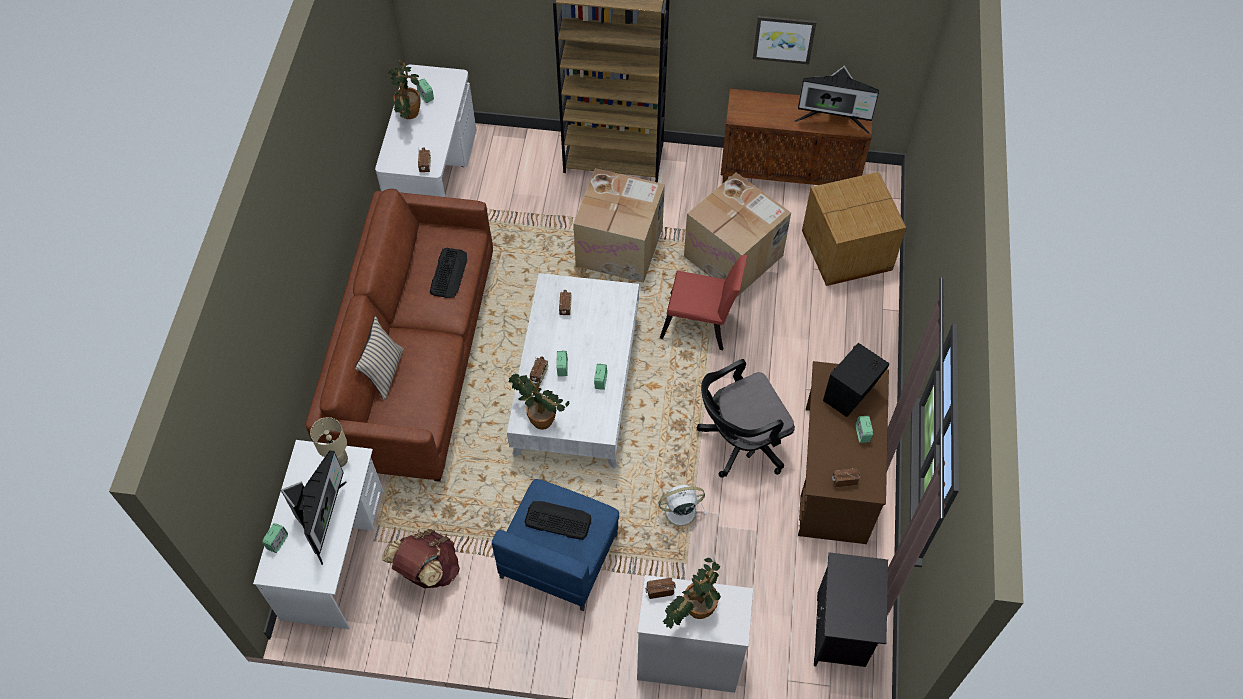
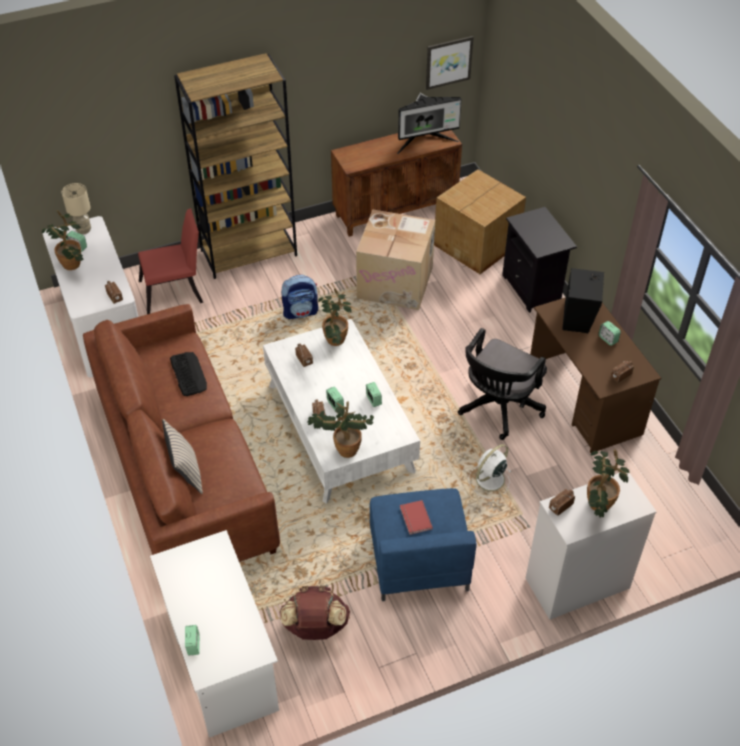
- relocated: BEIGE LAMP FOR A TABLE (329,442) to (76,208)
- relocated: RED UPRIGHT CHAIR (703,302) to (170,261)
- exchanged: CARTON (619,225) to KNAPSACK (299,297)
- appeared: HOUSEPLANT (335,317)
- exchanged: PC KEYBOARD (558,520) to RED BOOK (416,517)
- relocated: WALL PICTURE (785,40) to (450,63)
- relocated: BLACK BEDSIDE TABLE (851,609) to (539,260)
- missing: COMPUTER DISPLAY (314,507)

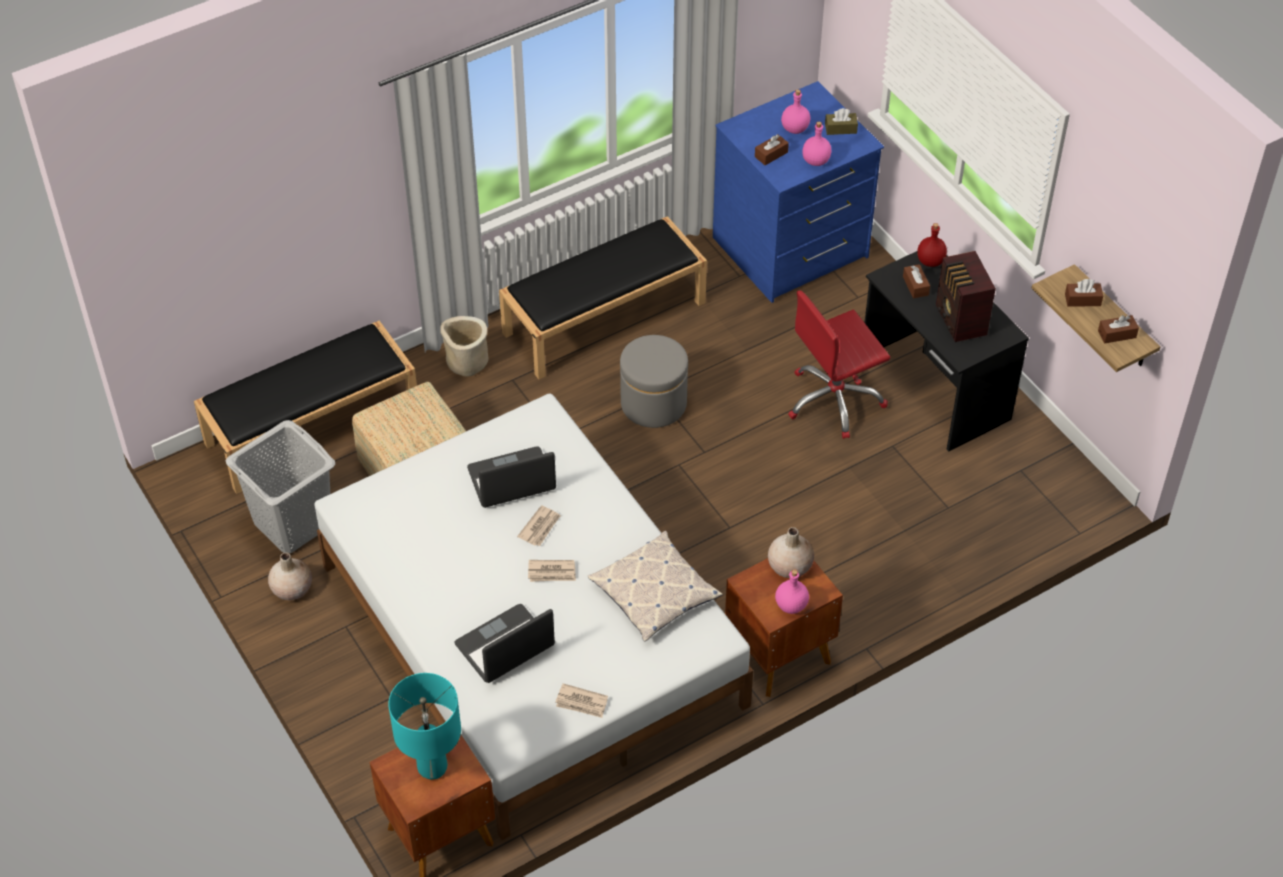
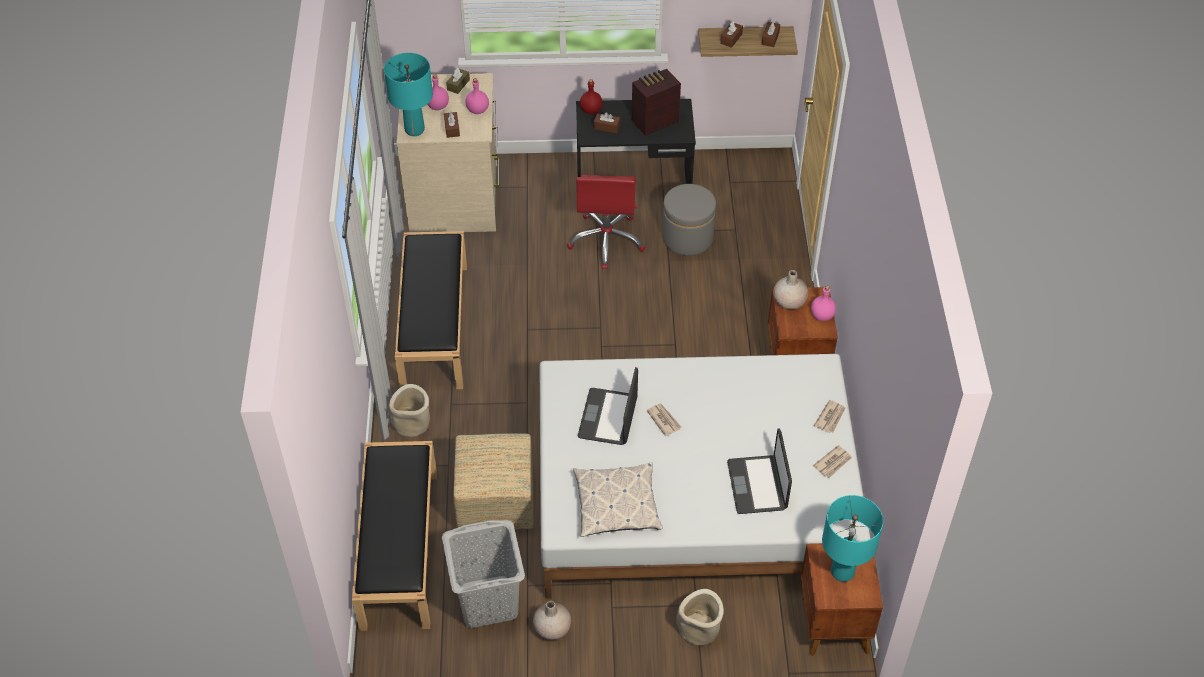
- appeared: BLUE-GREEN LAMP FOR A TABLE (408,94)
- colour: BLUE CHEST OF DRAWERS (798,192) to BEIGE CHEST OF DRAWERS (448,152)
- relocated: THROW PILLOW (655,586) to (617,499)
- spun: RADIO SET (966,296) = (656,102) 135 degrees clockwise
- relocated: GREY FOOTREST (654,381) to (689,220)
- appeared: BEIGE PLANTER (700,617)
- relocated: PRINTED PAPER (552,571) to (830,416)

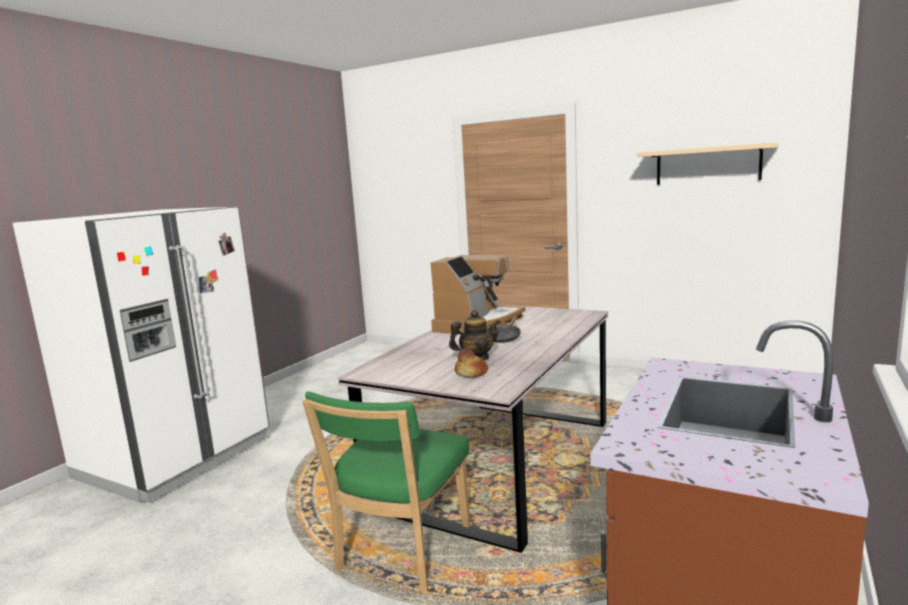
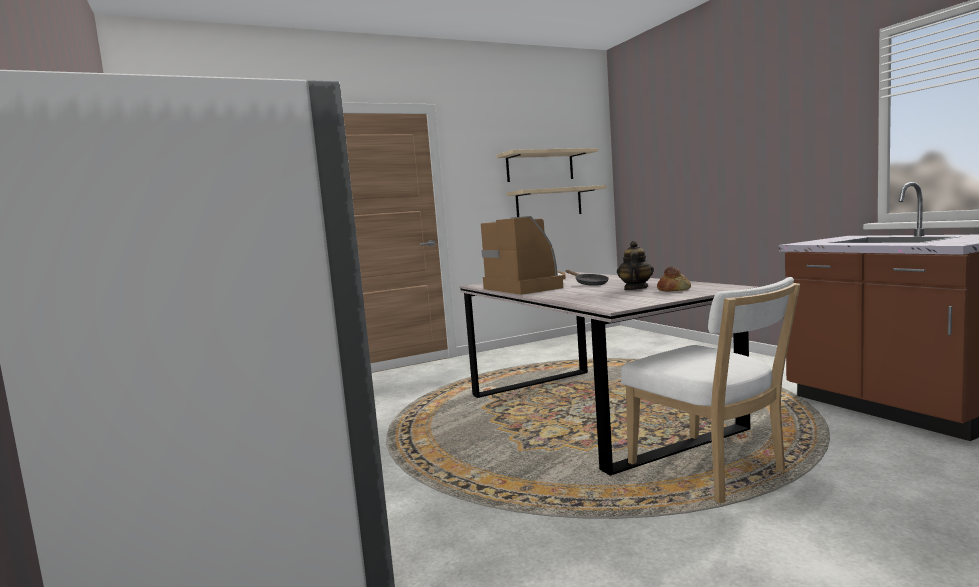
- appeared: BEIGE SHELF (556,201)
- colour: GREEN-COLOURED UPRIGHT CHAIR (386,492) to WHITE UPRIGHT CHAIR (710,390)

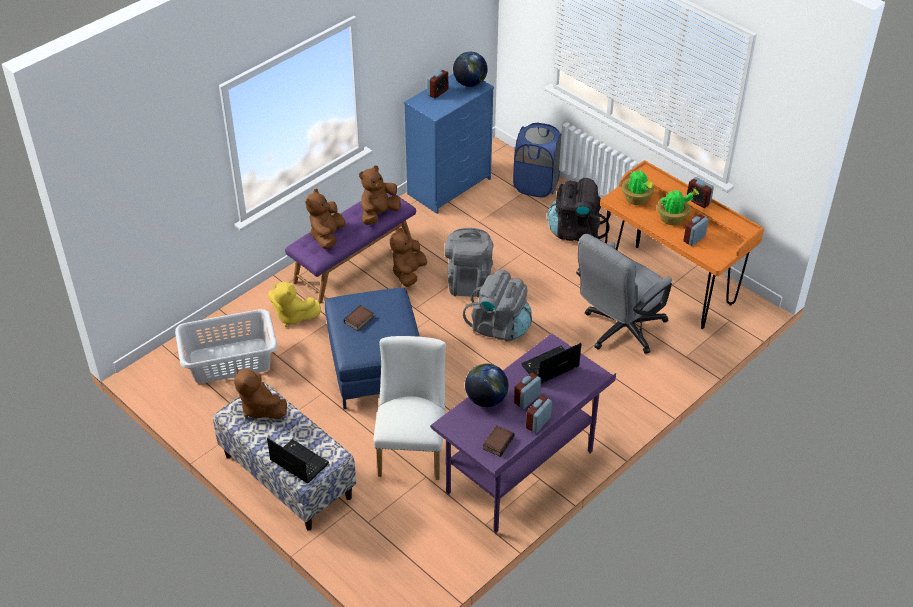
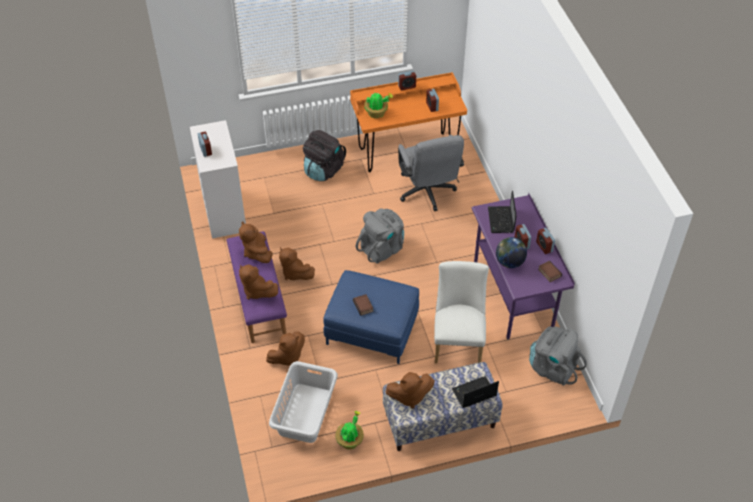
- colour: BLUE CHEST OF DRAWERS (449,143) to WHITE CHEST OF DRAWERS (218,179)
- colour: YELLOW CUDDLY TOY (295,304) to BROWN CUDDLY TOY (285,348)
- relocated: HOUSEPLANT (678,207) to (349,430)
- spun: WHITE UPRIGHT CHAIR (409,408) = (461,312) 60 degrees clockwise
- relocated: GREY KNAPSACK (469,262) to (558,356)
- missing: DESK GLOBE (470,69)
- missing: BLUE HAMPER (537,160)

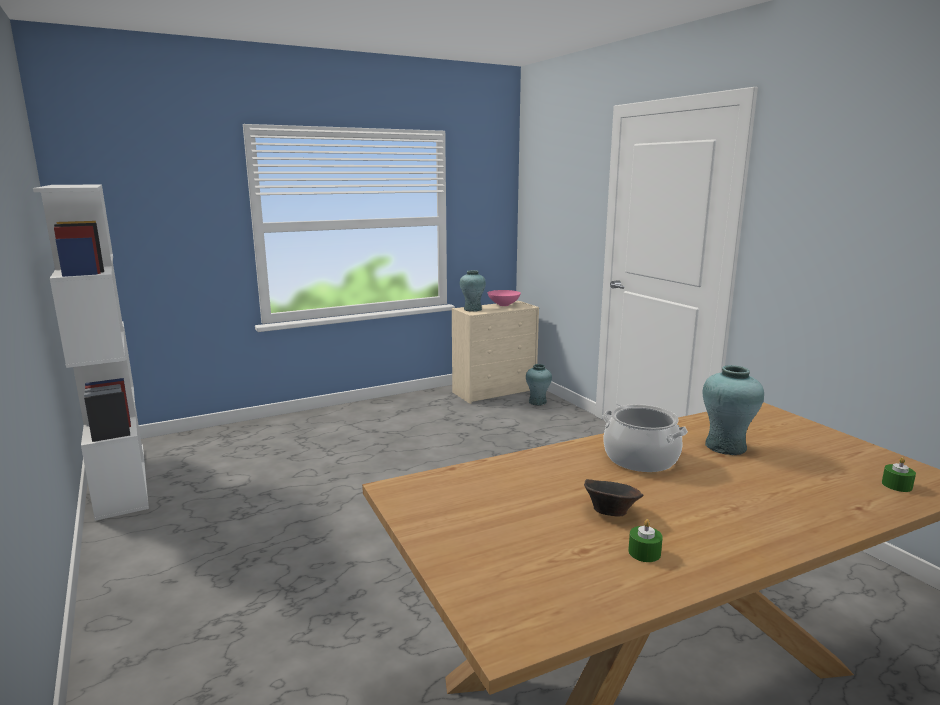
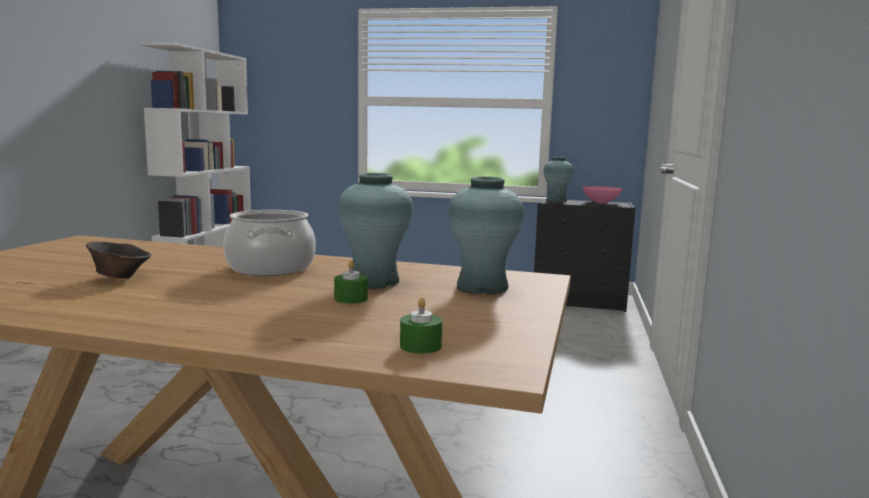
- relocated: GREEN-COLOURED CANDLE (645,540) to (351,282)
- relocated: BLUE-GREEN FLOWER VASE (539,384) to (486,235)
- colour: BEIGE CHEST OF DRAWERS (495,352) to BLACK CHEST OF DRAWERS (584,255)

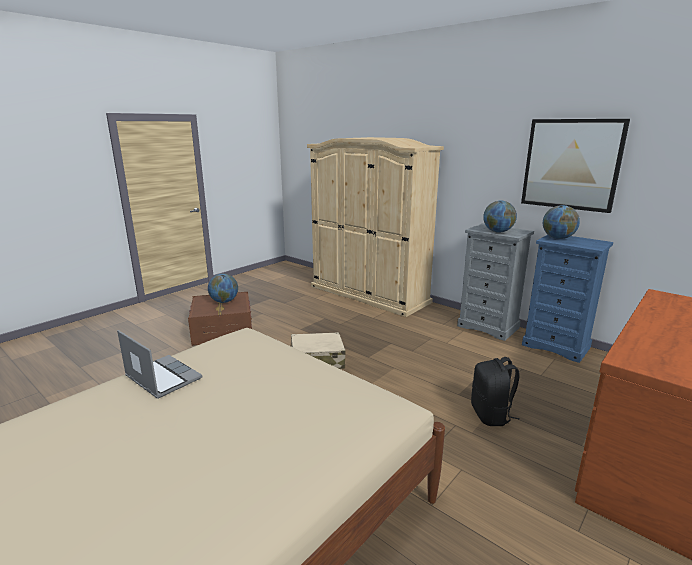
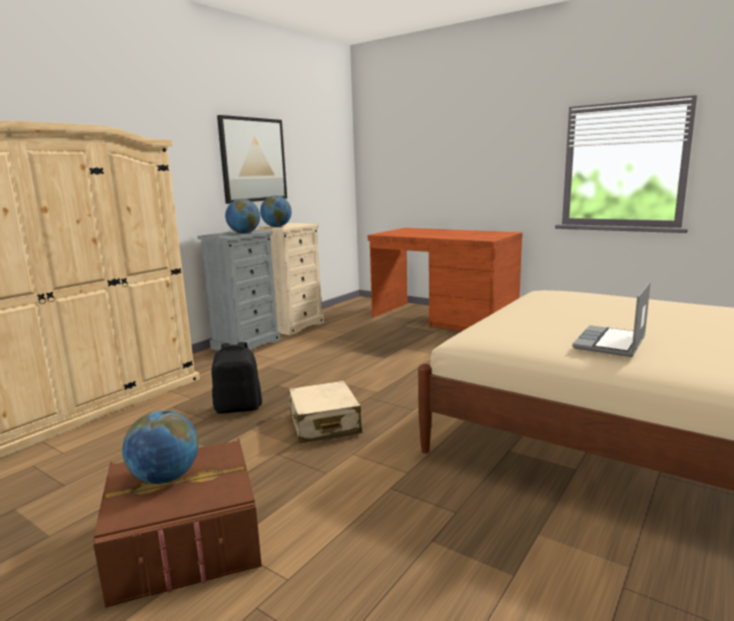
- relocated: BLACK KNAPSACK (495,391) to (237,378)
- colour: BLUE CHEST OF DRAWERS (567,299) to BEIGE CHEST OF DRAWERS (289,279)

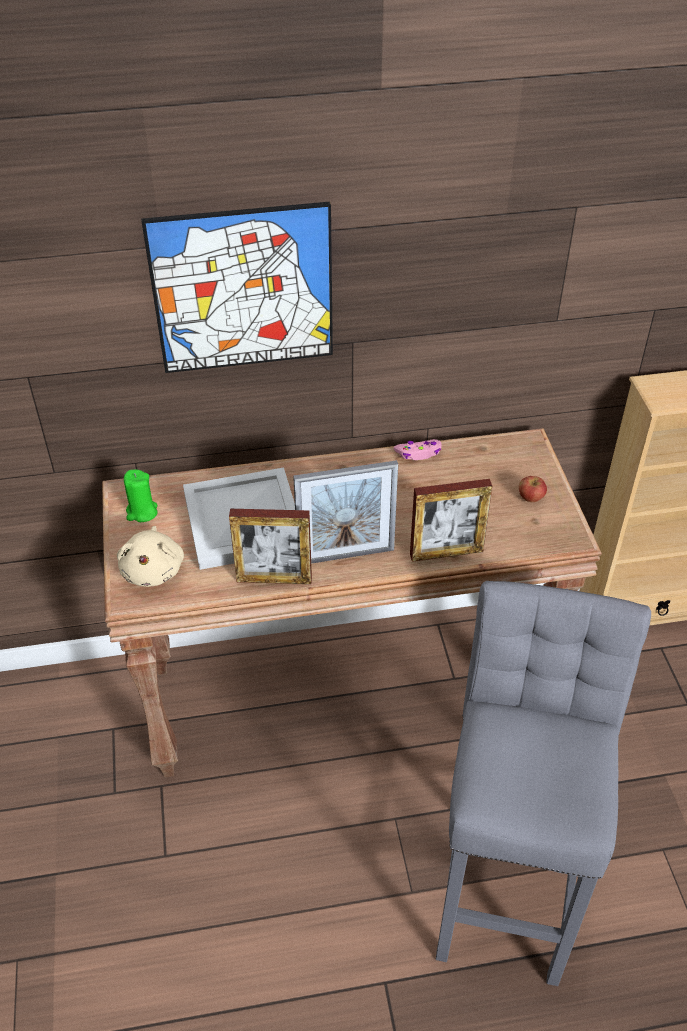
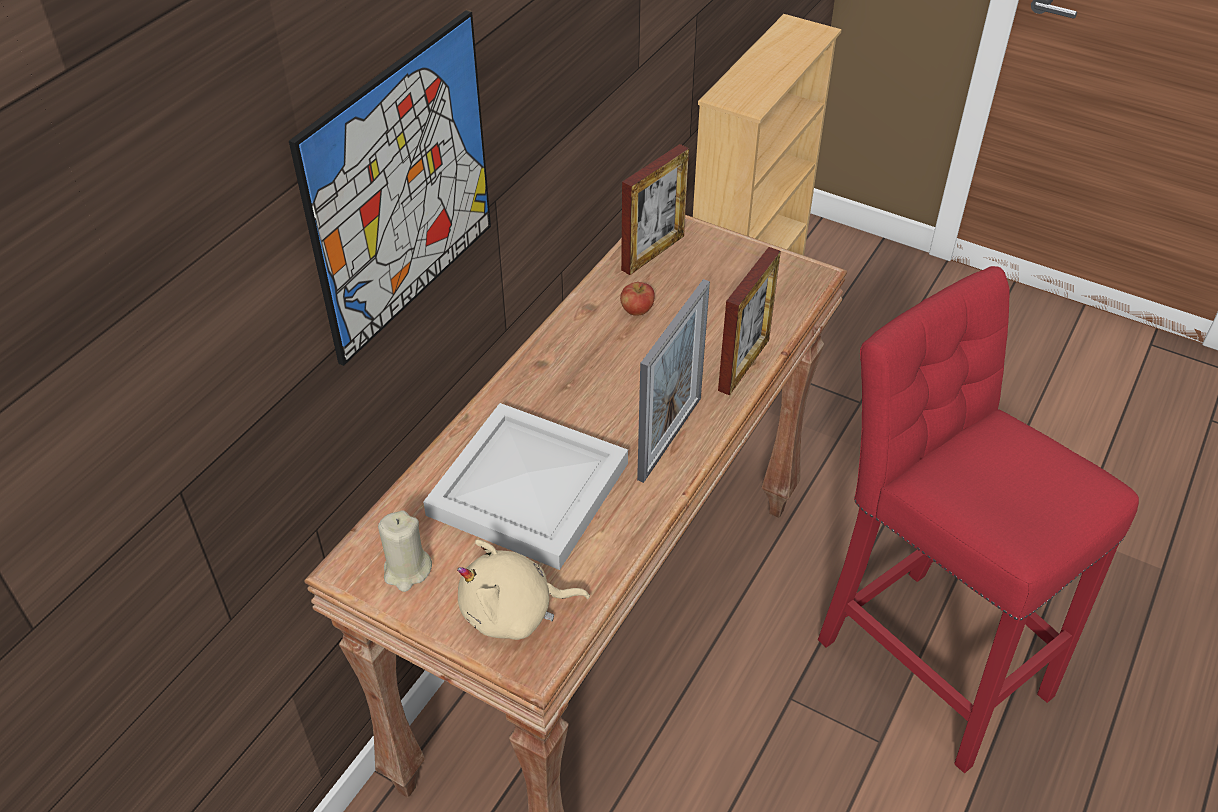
- colour: GREEN-COLOURED CANDLE (141,495) to BEIGE CANDLE (405,551)
- spun: BEIGE CUDDLY TOY (150,556) = (523,589) 135 degrees clockwise
- relocated: APPLE FRUIT (533,489) to (637,299)
- relocated: STANDING FRAME (270,546) to (655,209)
- colour: GREY STOOL (543,783) to RED STOOL (978,519)
- missing: PINK-COLOURED GAMEPAD (418,449)

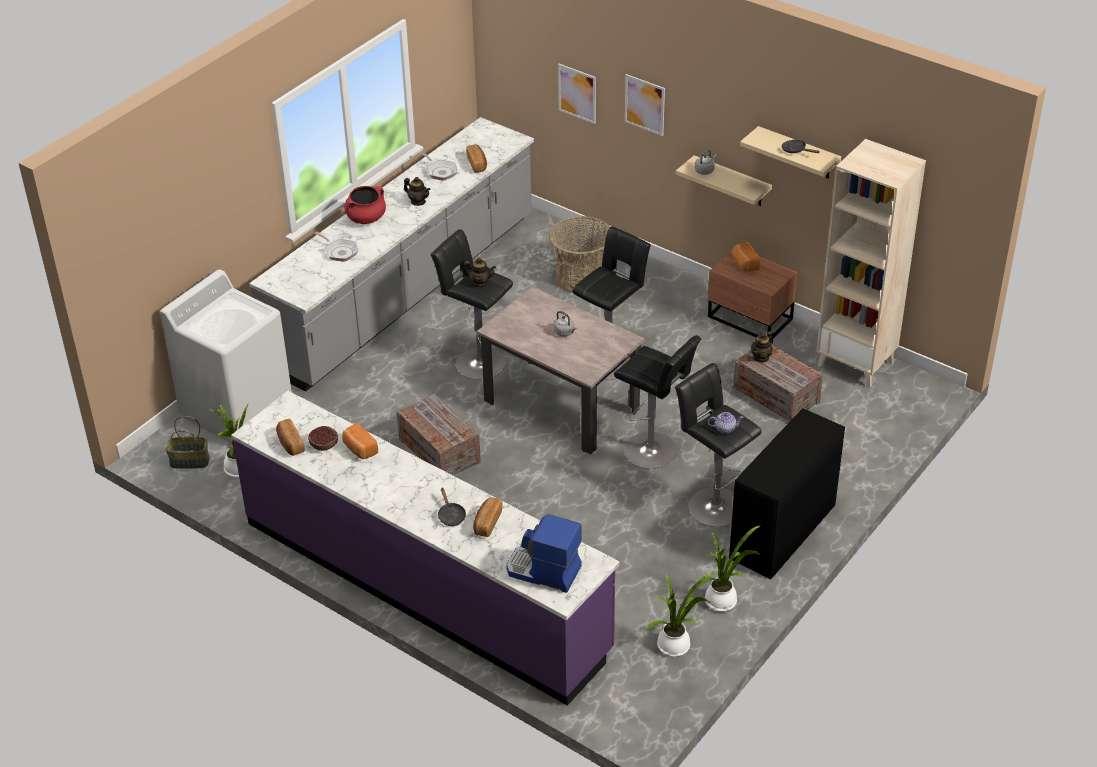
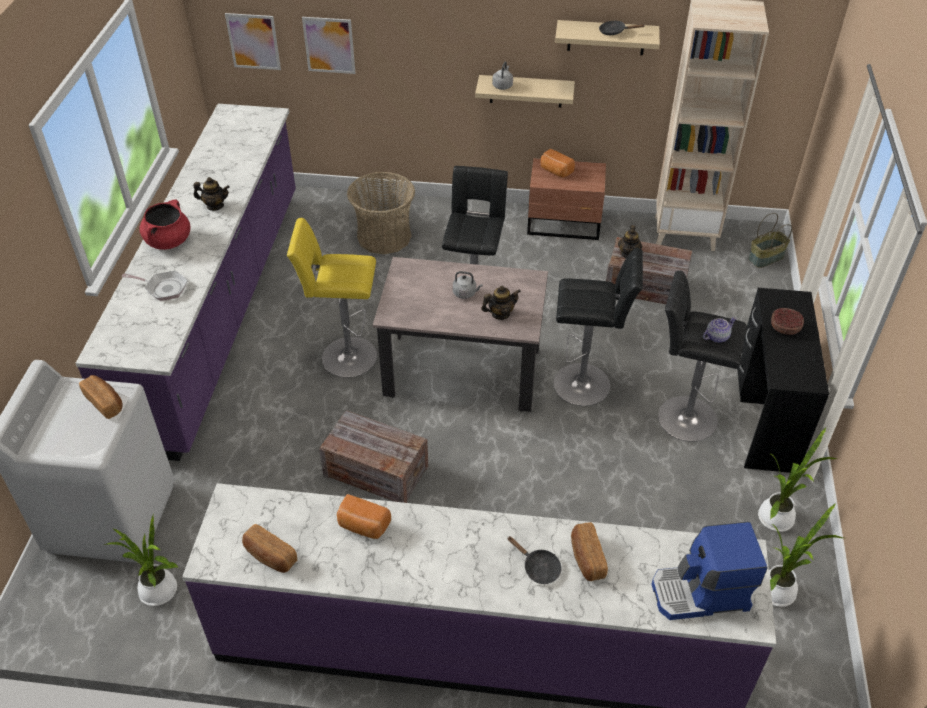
- colour: GREY COUNTER (391,254) to PURPLISH COUNTER (186,282)
- relocated: BAKED BREAD (476,158) to (101,397)
- relocated: WALL PICTURE (645,105) to (253,41)
- colour: BLACK STOOL (471,304) to YELLOW STOOL (332,298)
- relocated: TEA POT (479,272) to (501,303)
- relocated: BASKET (188,442) to (770,240)
- relocated: SERVING BOWL (323,438) to (787,321)
- missing: PAN (438,165)

